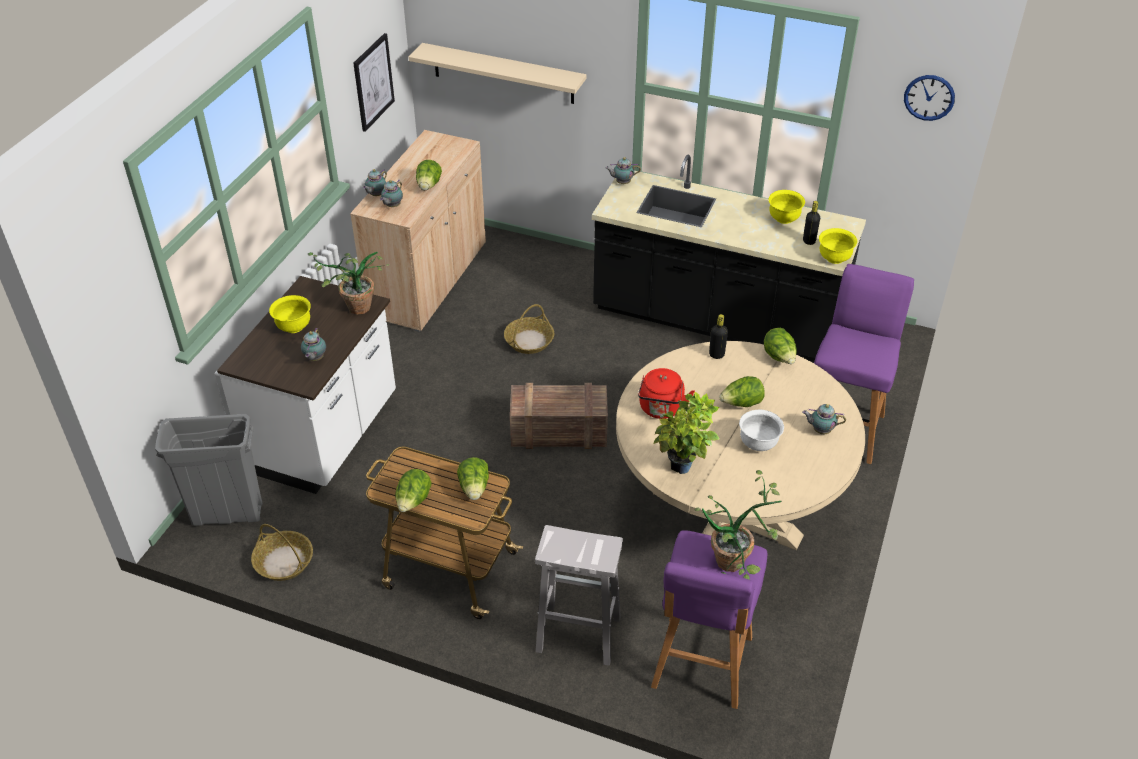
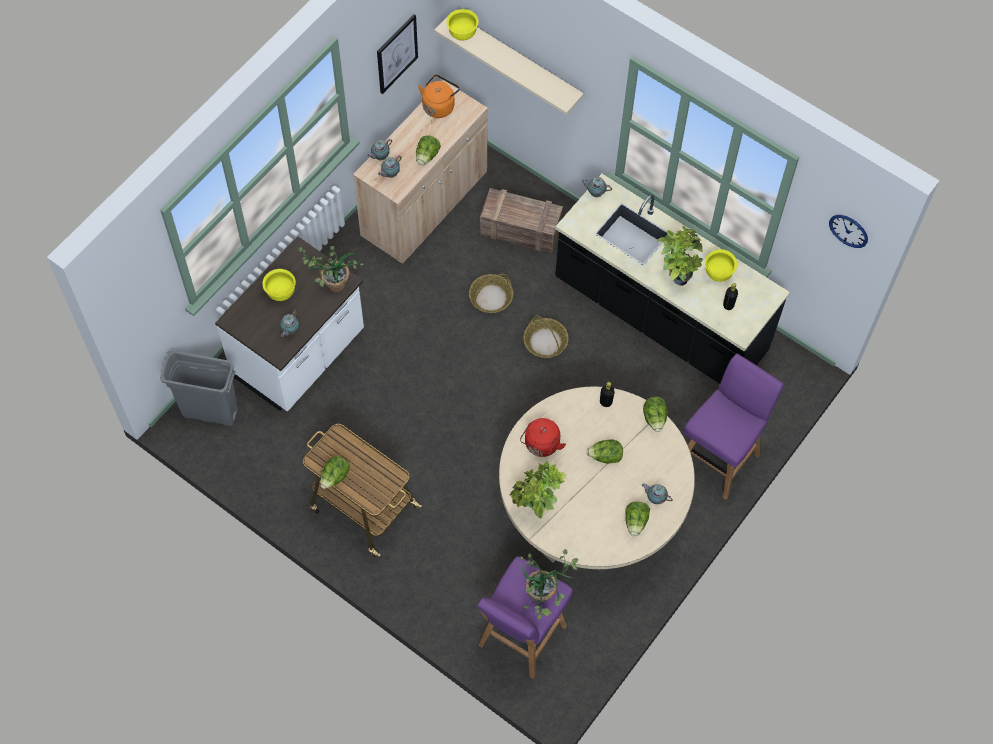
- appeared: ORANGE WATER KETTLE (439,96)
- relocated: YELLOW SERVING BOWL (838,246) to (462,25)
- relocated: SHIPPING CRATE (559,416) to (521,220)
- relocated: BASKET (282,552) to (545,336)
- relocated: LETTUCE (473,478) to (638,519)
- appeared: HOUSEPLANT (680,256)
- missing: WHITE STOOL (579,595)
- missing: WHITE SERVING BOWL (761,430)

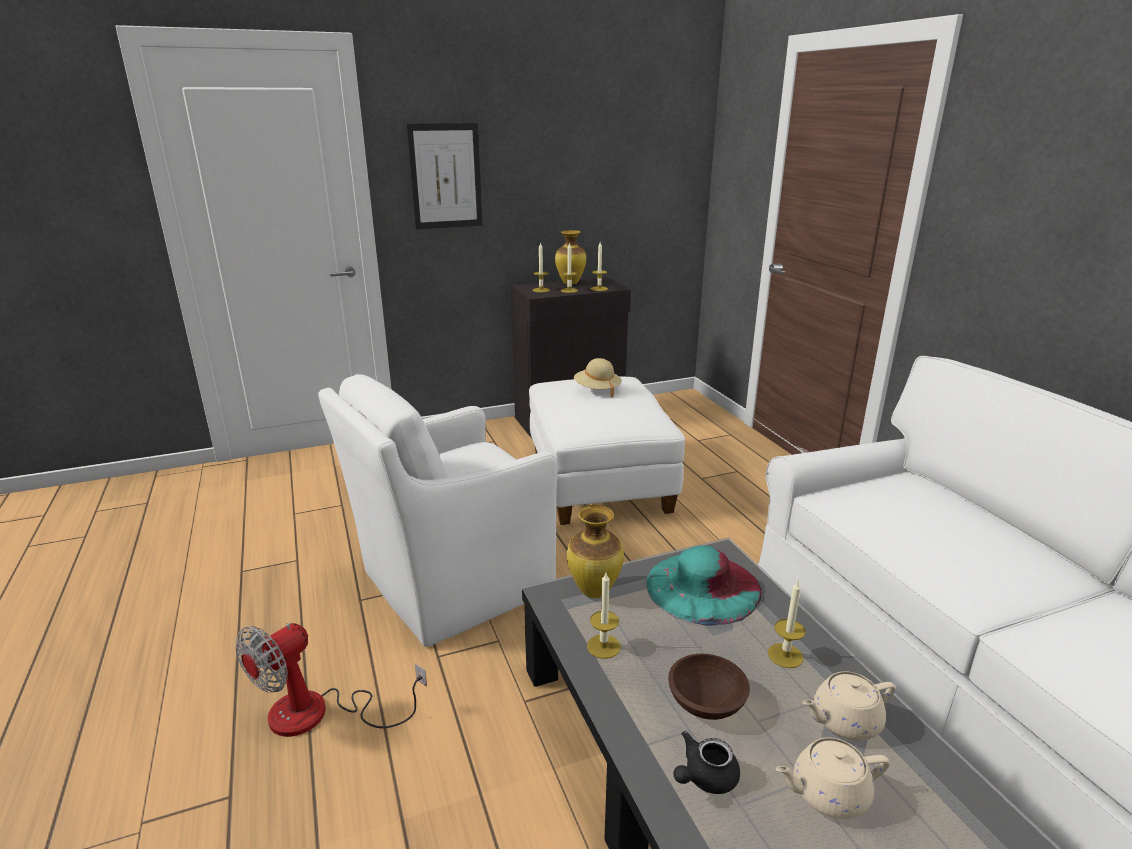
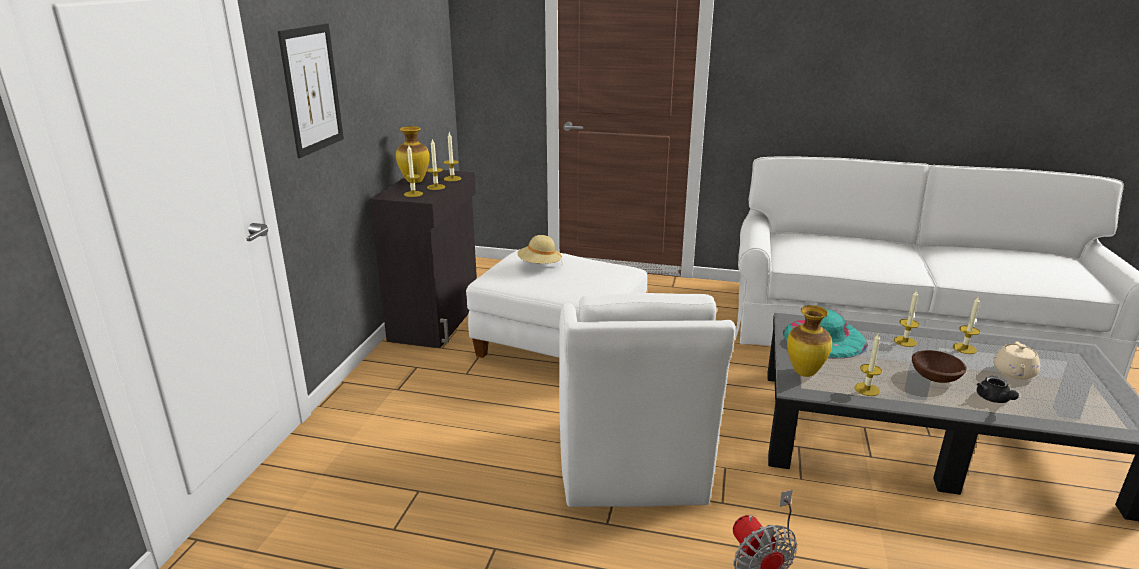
- exchanged: BEIGE TEA POT (849,706) to CANDLE (966,325)

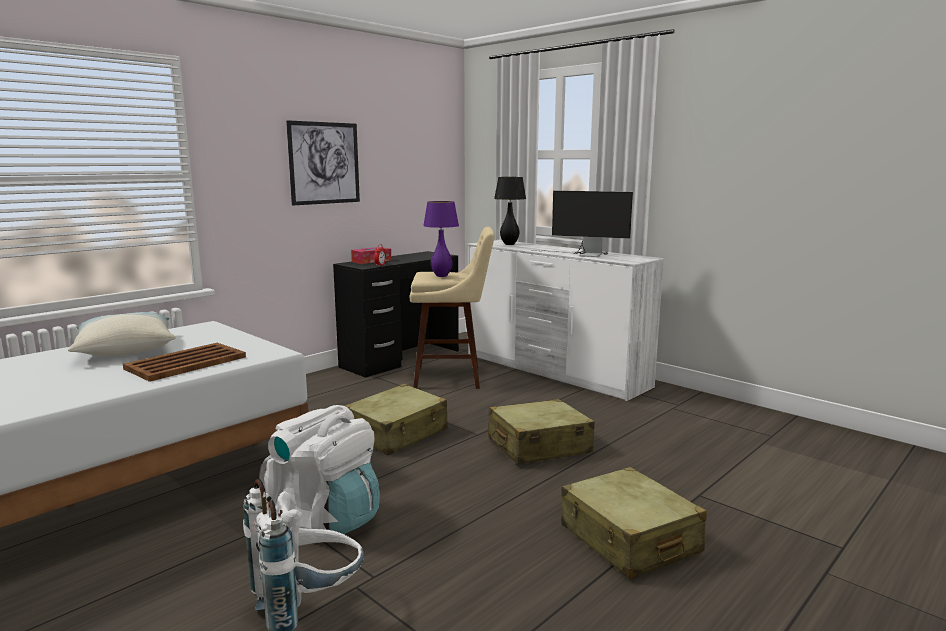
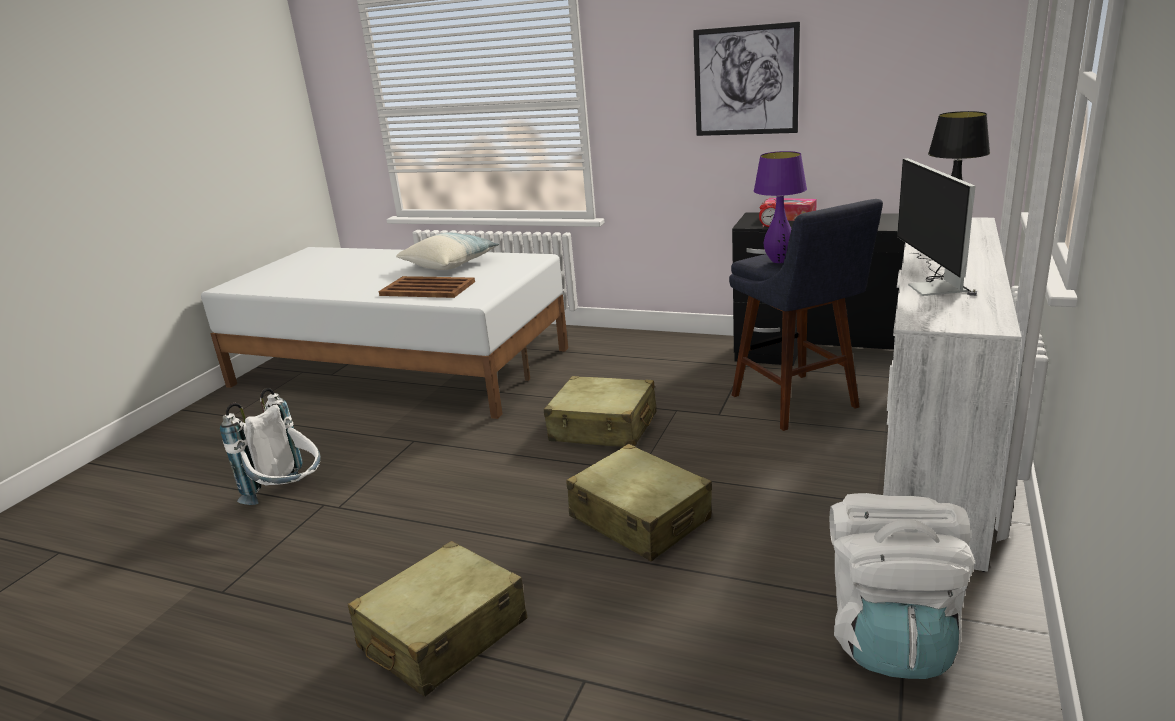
- colour: BEIGE STOOL (452,308) to BLUE STOOL (806,315)
- relocated: WHITE KNAPSACK (319,469) to (902,586)

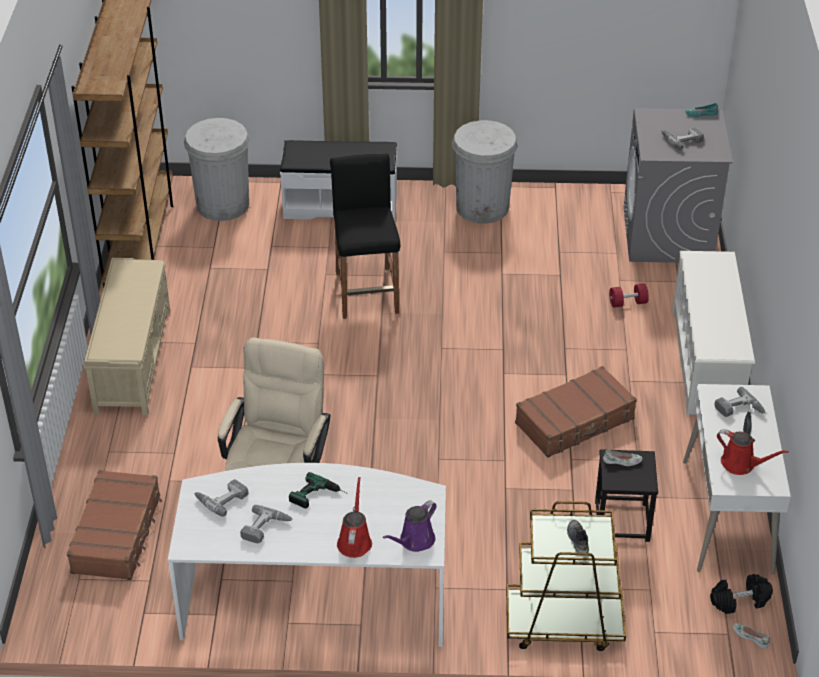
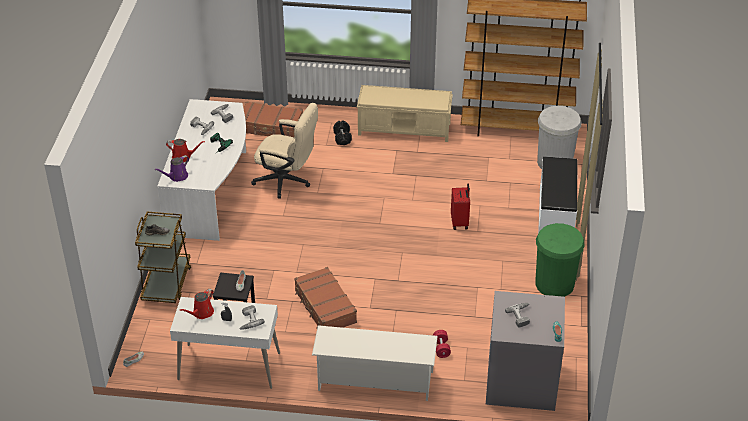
- spun: PURPLISH WATERING CAN (410,526) = (172,168) 90 degrees counterclockwise
- relocated: BLACK FREE WEIGHT (741,594) to (342,132)
- exchanged: BLACK STOOL (365,236) to RED PIECE OF LUGGAGE (460,207)
- colour: WHITE RUBBISH BIN (485,172) to GREEN-COLOURED RUBBISH BIN (559,260)

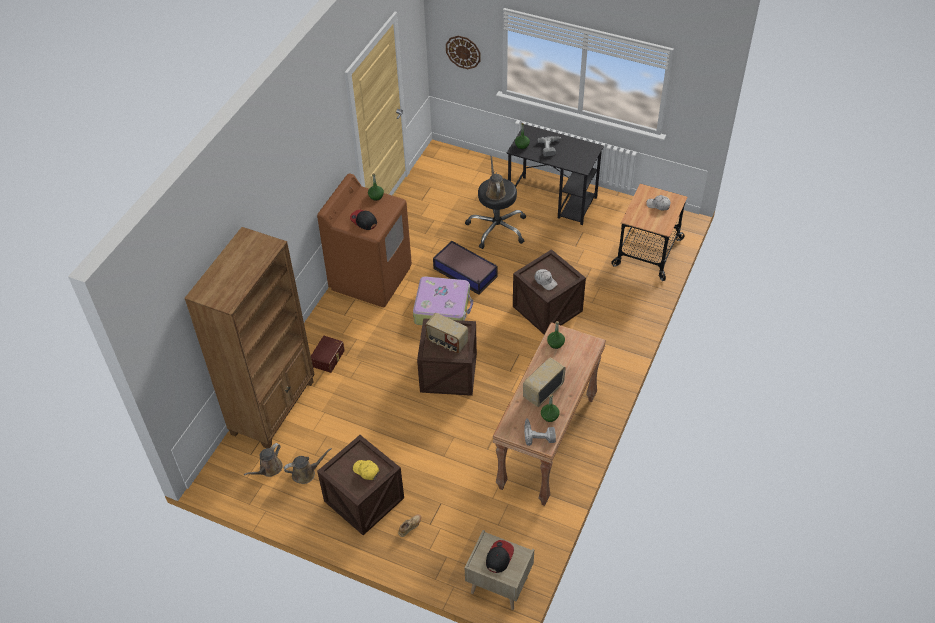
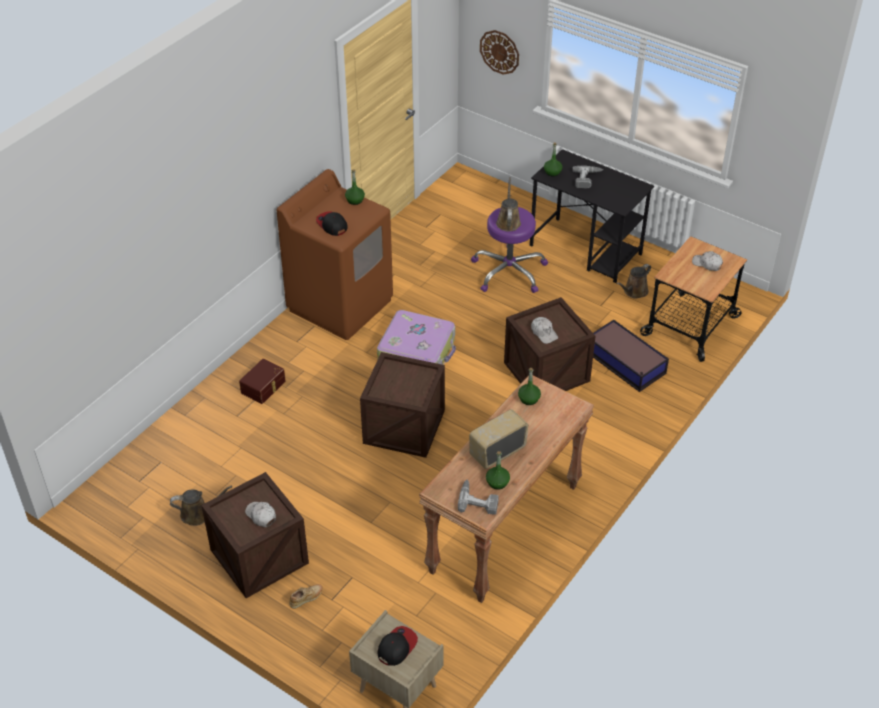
- colour: YELLOW CAP (366,470) to WHITE CAP (260,514)
- colour: BLACK STOOL (495,213) to PURPLISH STOOL (509,250)
- relocated: STORAGE BIN (465,268) to (631,356)
- relocated: BROWN WATERING CAN (263,460) to (633,281)
- missing: BROWN BOOKSHELF (249,337)
- missing: RADIO SET (446,333)

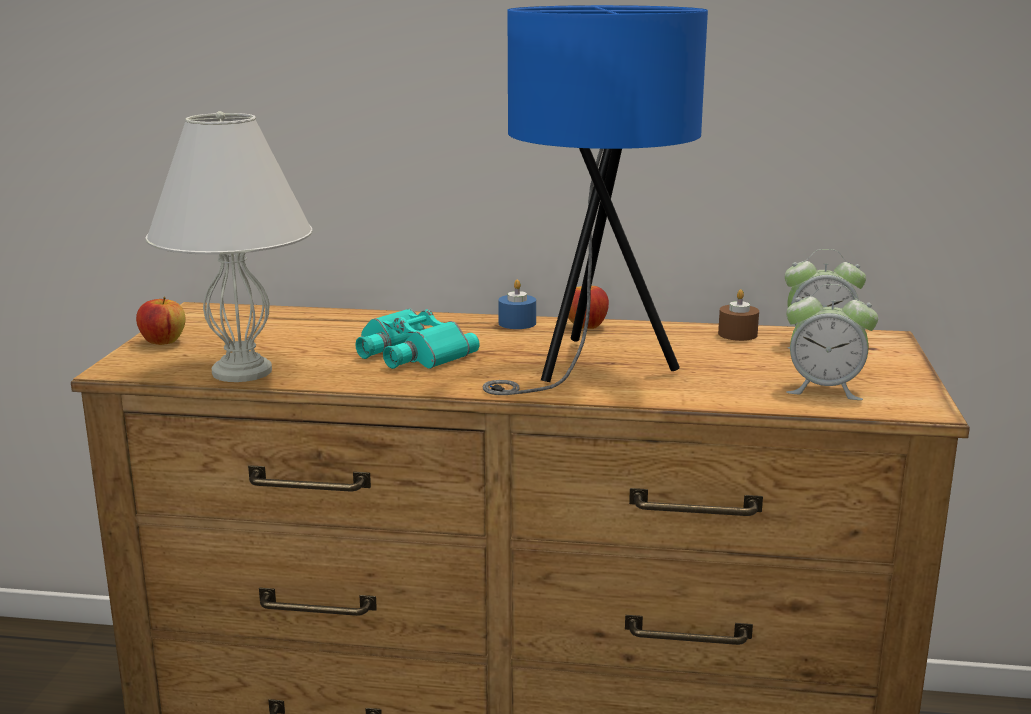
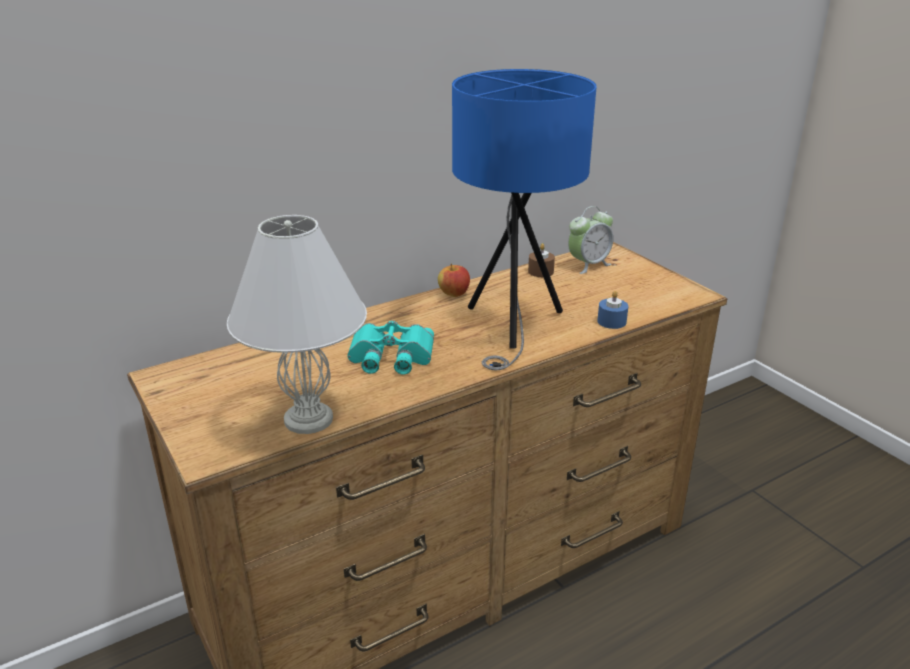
- relocated: BLUE CANDLE (517,304) to (612,310)
- missing: APPLE FRUIT (160,321)
- missing: TABLE CLOCK (832,342)

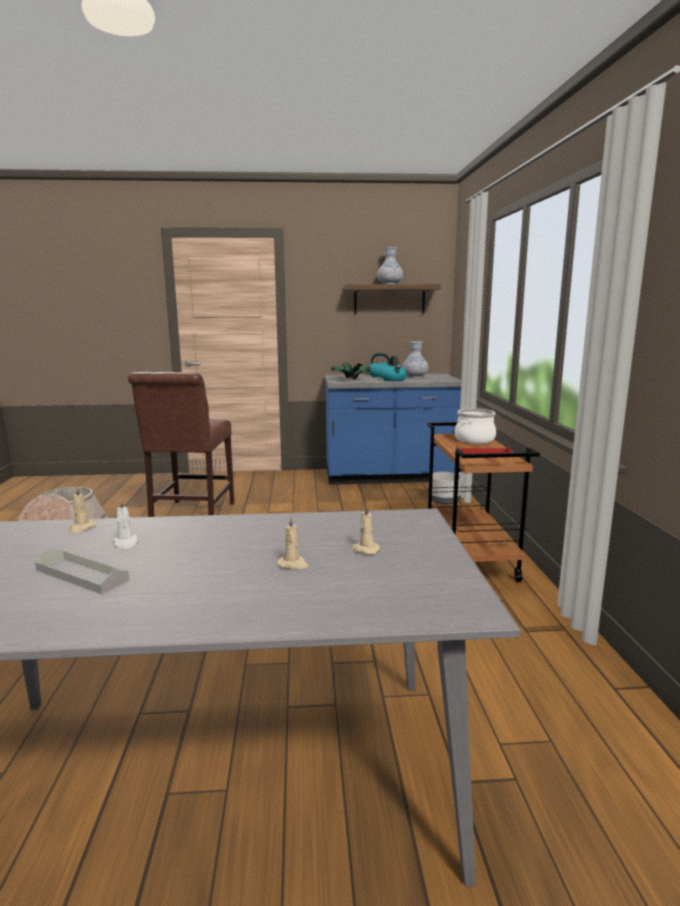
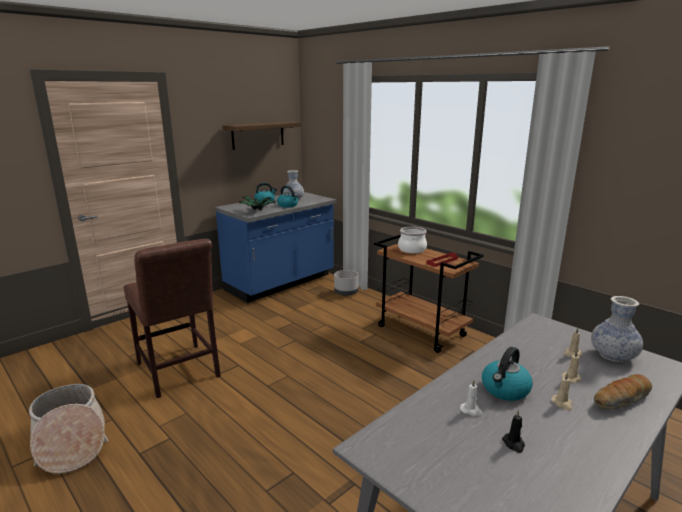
- appeared: WATER KETTLE (507,374)
- exchanged: GREY CARRYING TRAY (82,571) to BLACK CANDLE (513,431)
- relocated: BEIGE CANDLE (82,509) to (561,391)
- relocated: FLOWER VASE (390,265) to (617,329)
- appeared: BAKED BREAD (623,392)

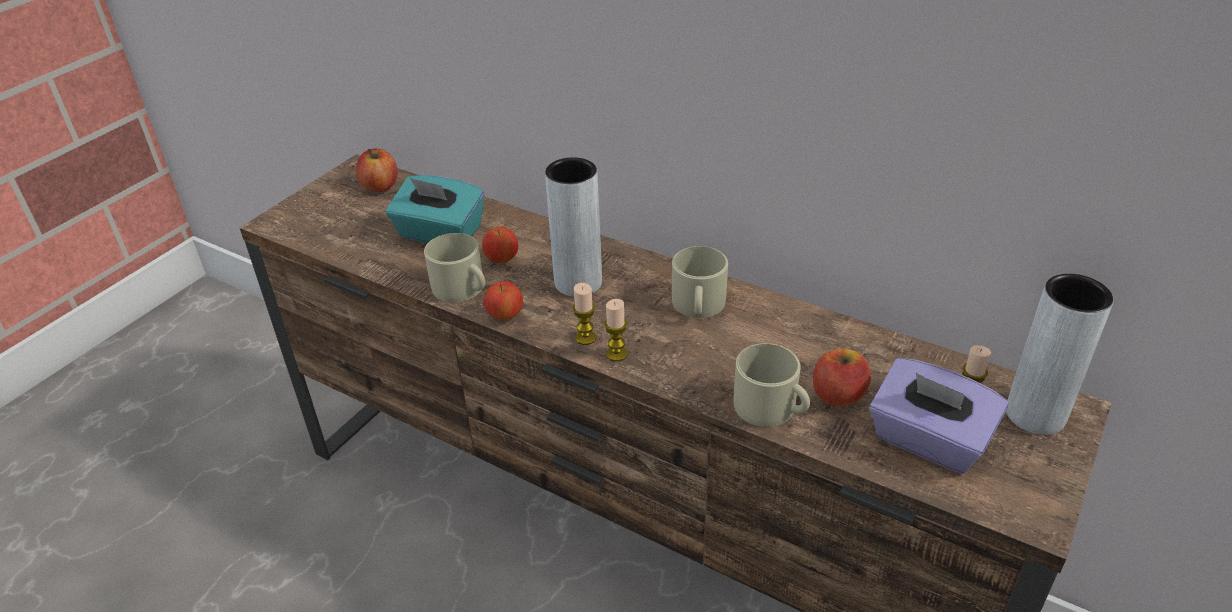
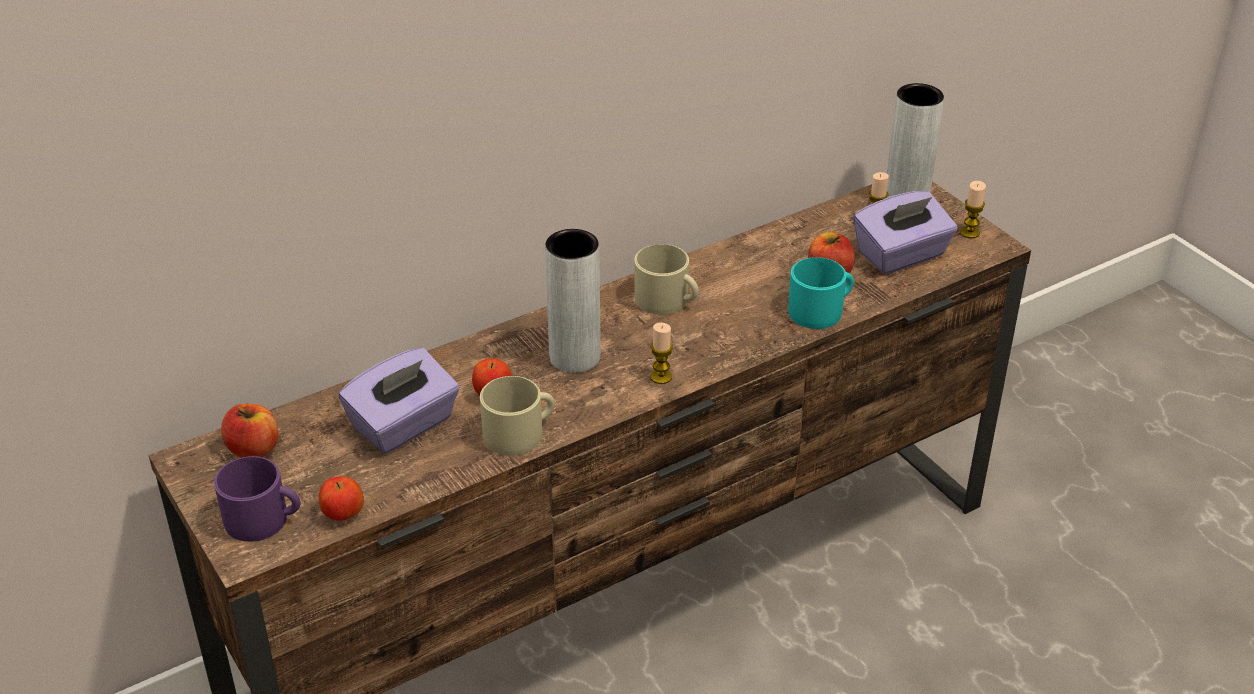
- appeared: PURPLISH COFFEE MUG (257,499)
- relocated: APPLE FRUIT (503,300) to (341,499)
- colour: BLUE-GREEN TISSUE HOLDER (435,209) to PURPLISH TISSUE HOLDER (399,401)
- colour: BEIGE COFFEE MUG (772,385) to BLUE-GREEN COFFEE MUG (821,293)
- relocated: CANDLE (616,330) to (973,209)

